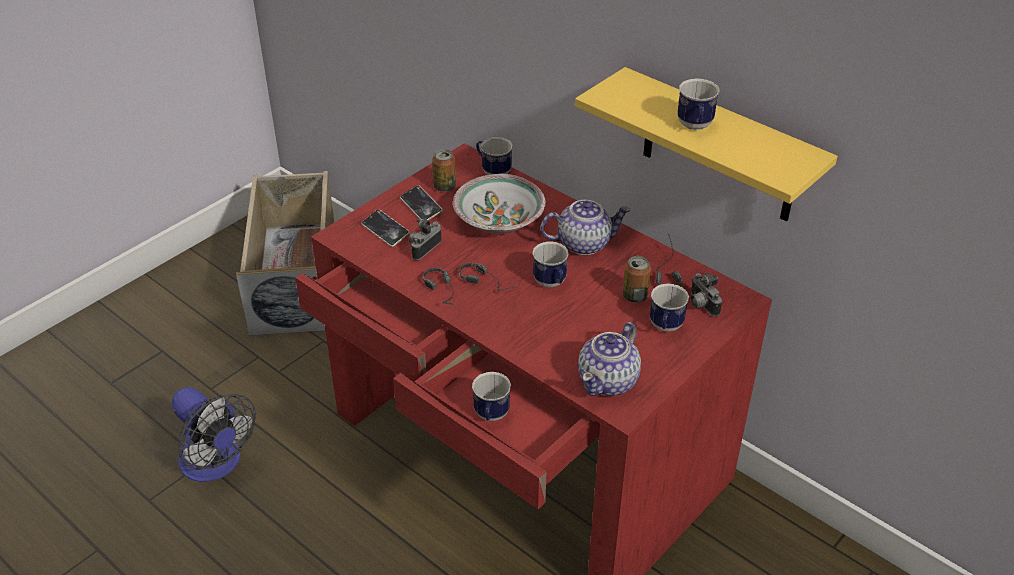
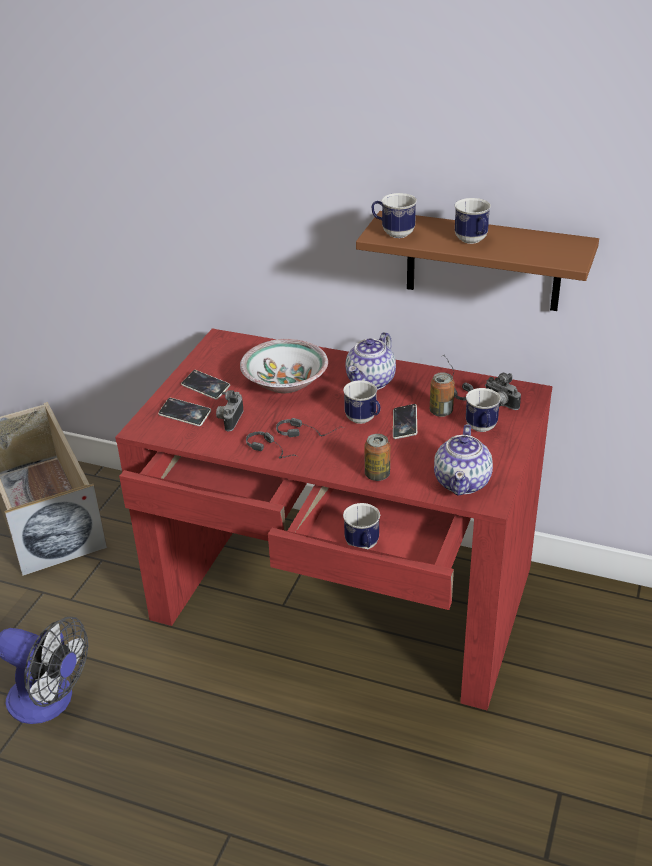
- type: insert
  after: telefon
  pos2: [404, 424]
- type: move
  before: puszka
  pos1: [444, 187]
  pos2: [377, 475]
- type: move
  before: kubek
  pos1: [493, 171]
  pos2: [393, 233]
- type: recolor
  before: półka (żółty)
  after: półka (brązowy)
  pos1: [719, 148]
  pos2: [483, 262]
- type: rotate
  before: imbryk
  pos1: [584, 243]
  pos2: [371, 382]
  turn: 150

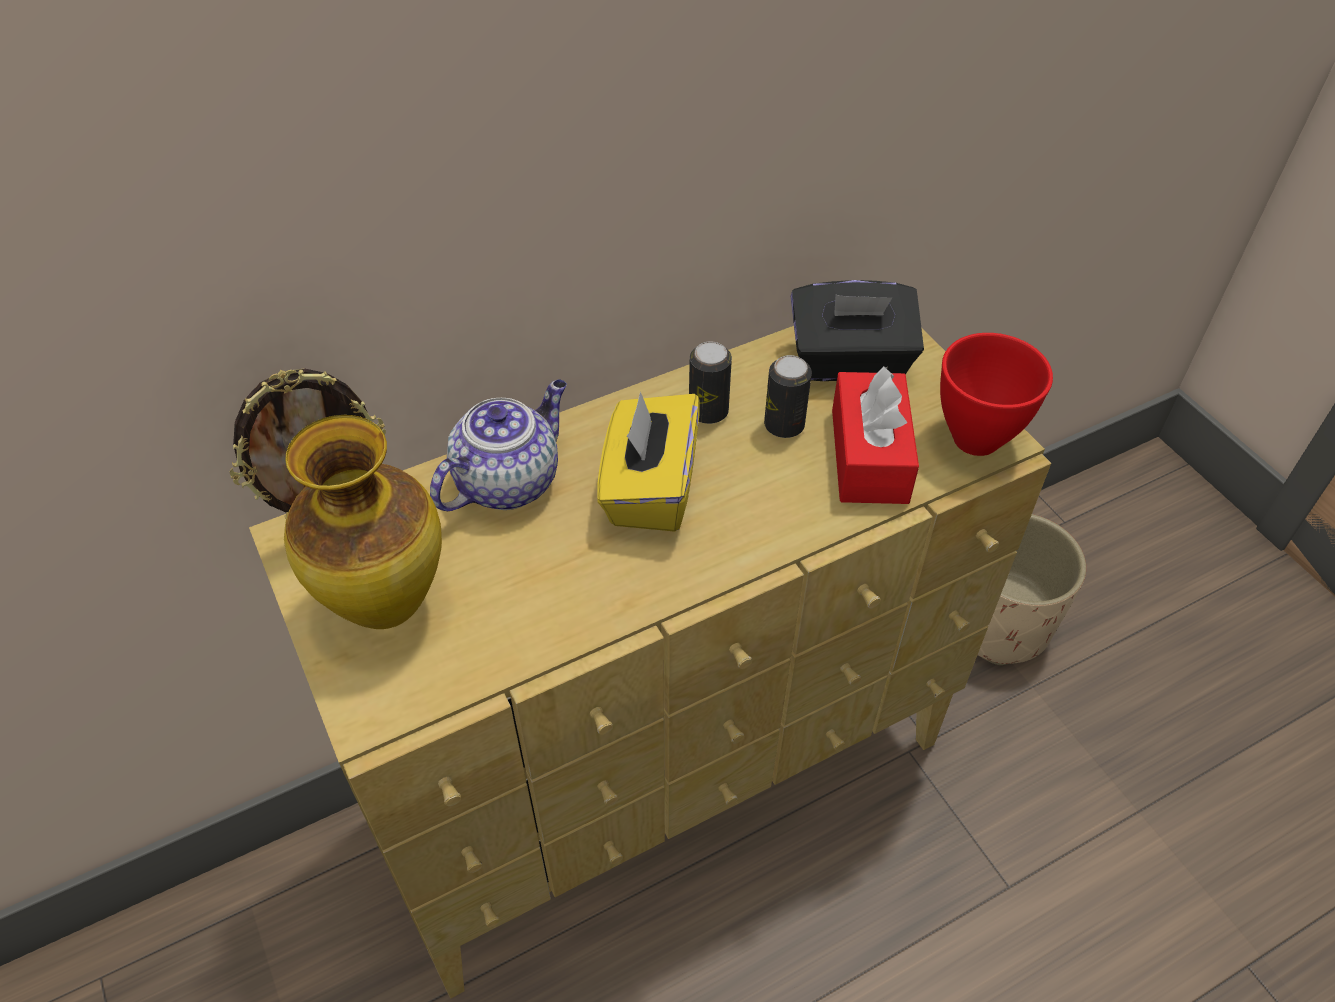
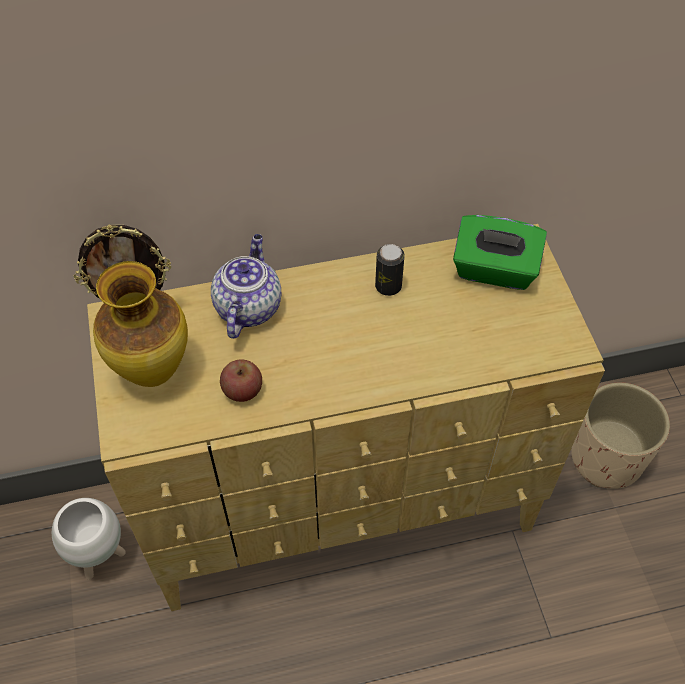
- type: delete
  before: pudełko chusteczek (żółty)
  pos1: [649, 489]
- type: delete
  before: puszka
  pos1: [784, 425]
- type: delete
  before: pudełko chusteczek (czerwony)
  pos1: [869, 455]
- type: delete
  before: miska (czerwony)
  pos1: [978, 440]
- type: insert
  after: donica (biały)
  pos2: [100, 557]
- type: insert
  after: jabłko
  pos2: [242, 390]
- type: recolor
  before: pudełko chusteczek (czarny)
  after: pudełko chusteczek (zielony)
  pos1: [850, 362]
  pos2: [494, 271]
- type: rotate
  before: imbryk
  pos1: [508, 480]
  pos2: [248, 307]
  turn: -45

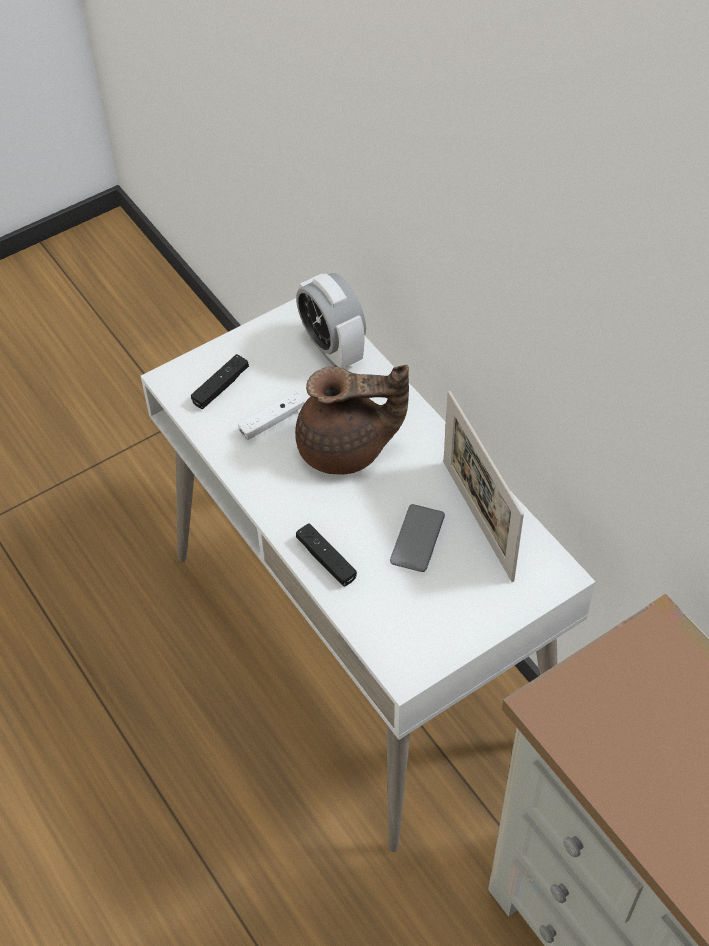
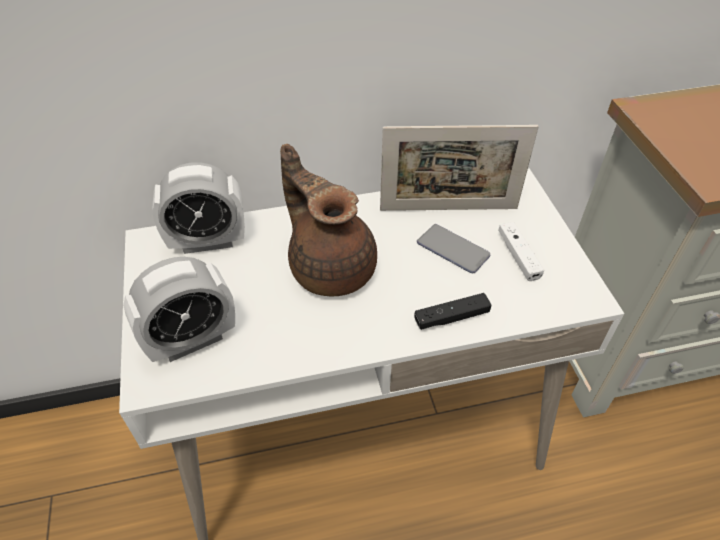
- type: move
  before: pad do gier (biały)
  pos1: [272, 421]
  pos2: [518, 256]
- type: replace
  before: pad do gier (czarny)
  after: budzik
  pos1: [221, 387]
  pos2: [192, 340]
- type: rotate
  before: imbryk (brązowy)
  pos1: [346, 448]
  pos2: [330, 266]
  turn: -60

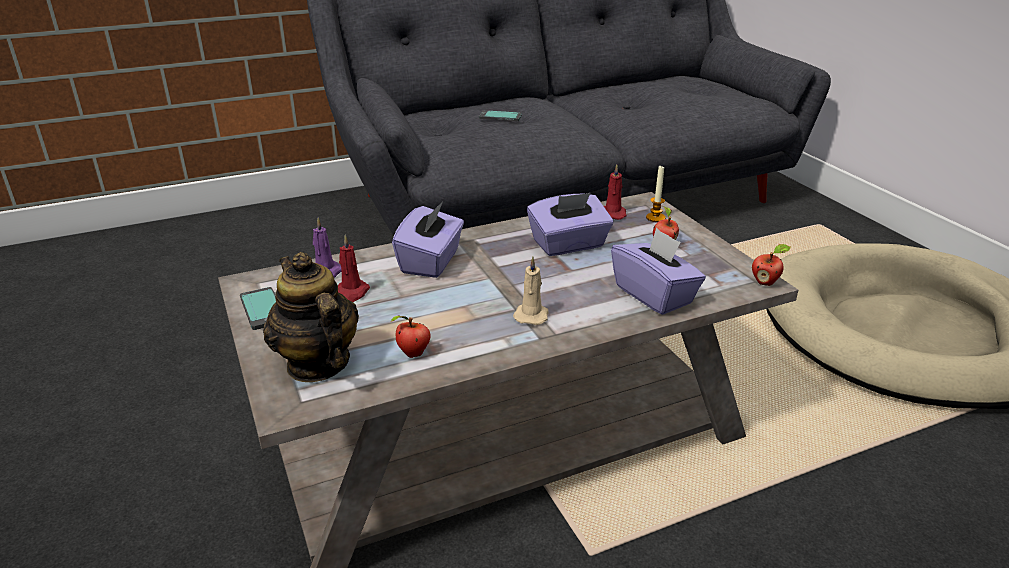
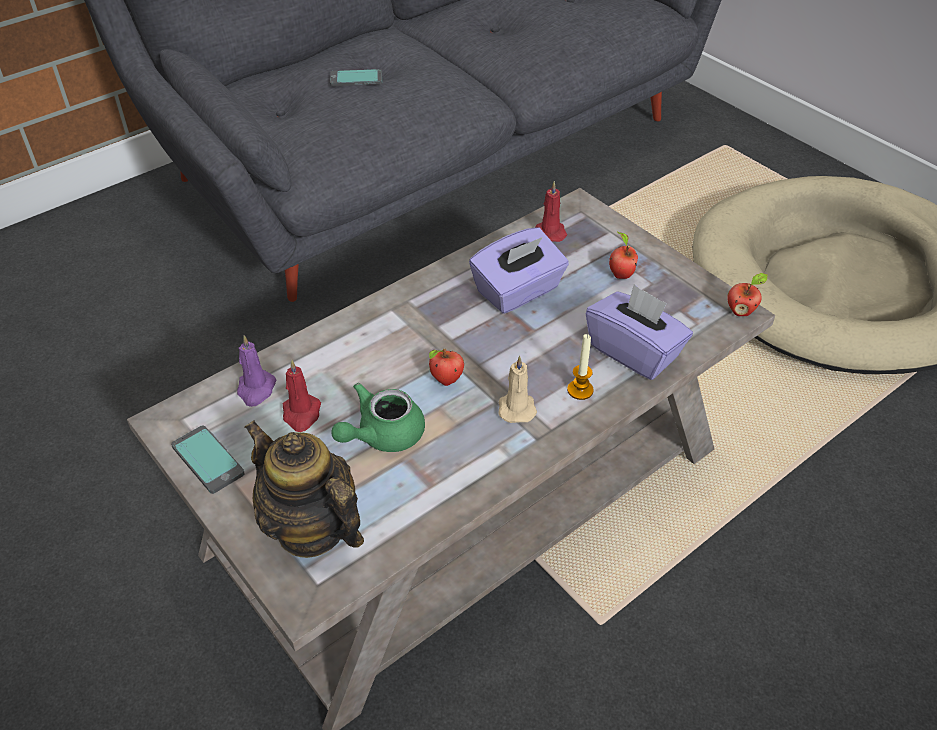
- type: delete
  before: pudełko chusteczek (fioletowy)
  pos1: [431, 261]
- type: insert
  after: imbryk (zielony)
  pos2: [382, 435]
- type: move
  before: jabłko
  pos1: [412, 354]
  pos2: [446, 381]
- type: move
  before: świeca
  pos1: [655, 218]
  pos2: [580, 390]

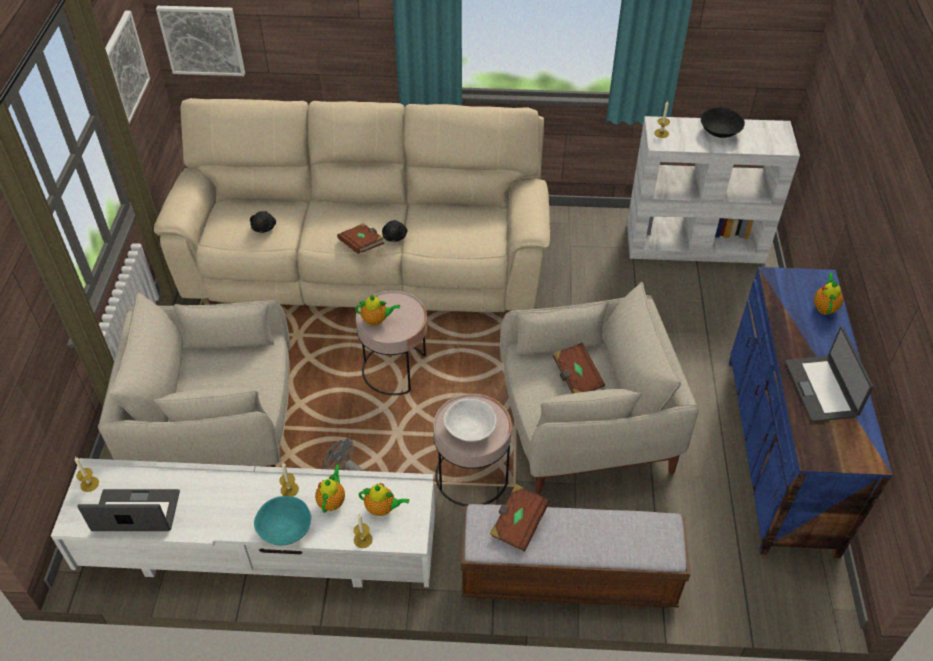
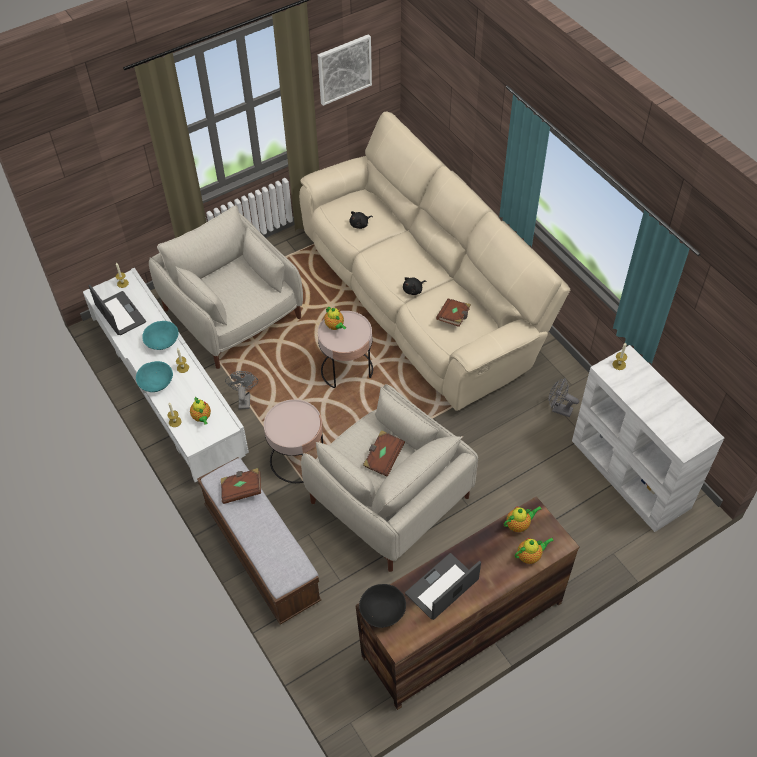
- type: delete
  before: obraz
  pos1: [202, 40]
- type: delete
  before: miska (biały)
  pos1: [470, 429]
- type: insert
  after: miska (turkusowy)
  pos2: [162, 342]
- type: insert
  after: wentylator (szary)
  pos2: [558, 409]
- type: move
  before: imbryk
  pos1: [332, 500]
  pos2: [519, 525]
- type: move
  before: książka (brązowy)
  pos1: [362, 245]
  pos2: [454, 317]
- type: move
  before: miska (czarny)
  pos1: [720, 132]
  pos2: [382, 611]
- type: recolor
  before: szafka (niebieski)
  after: szafka (brązowy)
  pos1: [778, 454]
  pos2: [460, 629]

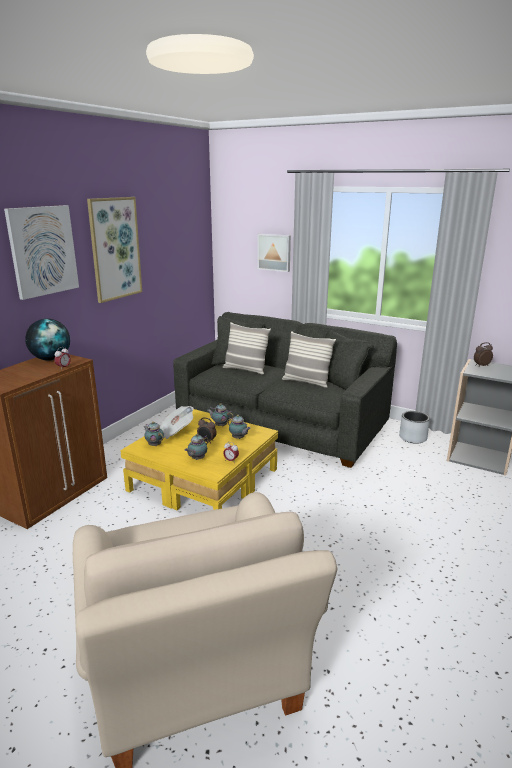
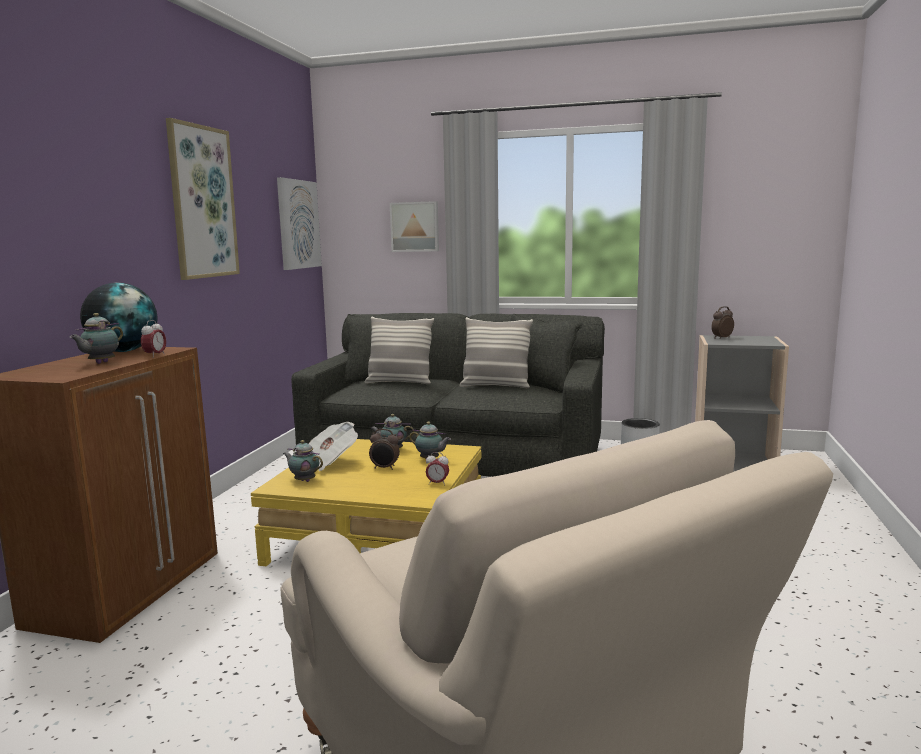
- type: move
  before: obraz
  pos1: [43, 251]
  pos2: [298, 224]
- type: move
  before: imbryk
  pos1: [197, 459]
  pos2: [100, 363]

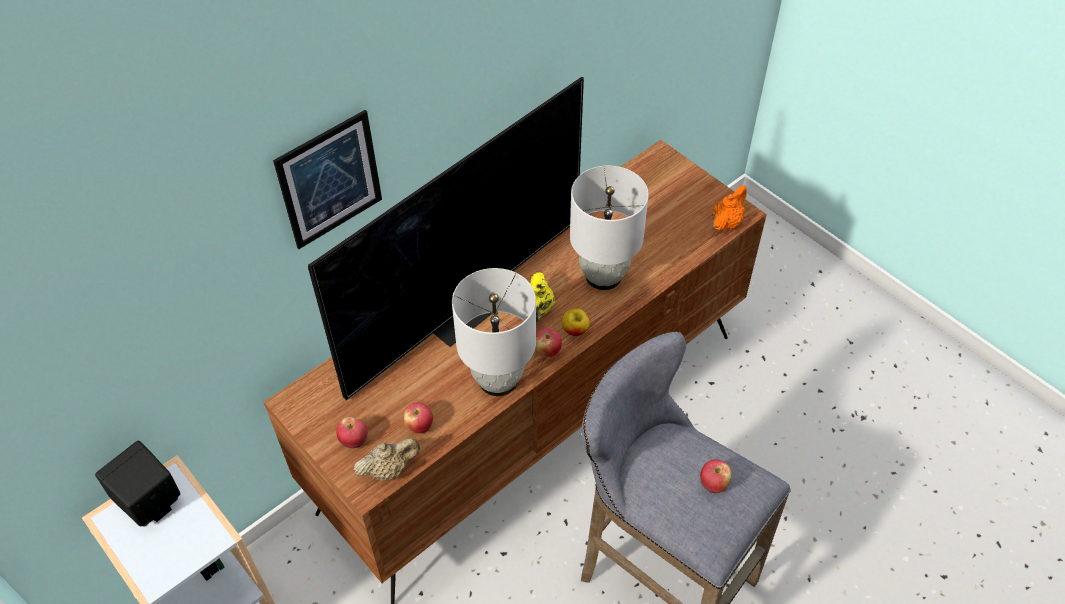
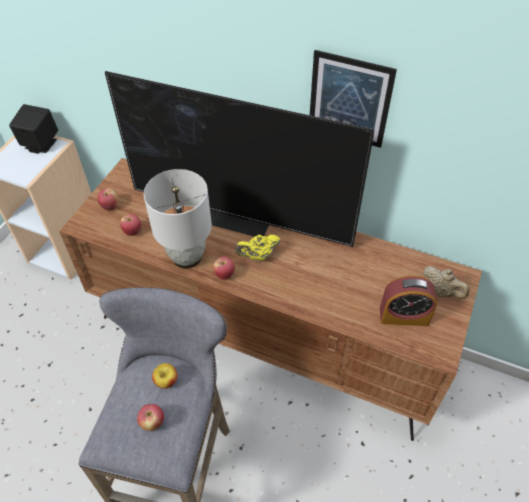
- type: delete
  before: lampa stołowa (biały)
  pos1: [604, 276]
- type: delete
  before: imbryk (pomarańczowy)
  pos1: [726, 222]
- type: insert
  after: budzik
  pos2: [404, 316]
- type: move
  before: obraz
  pos1: [330, 180]
  pos2: [349, 100]
- type: move
  before: imbryk (beżowy)
  pos1: [389, 469]
  pos2: [441, 291]
- type: move
  before: jabłko
  pos1: [575, 329]
  pos2: [166, 381]

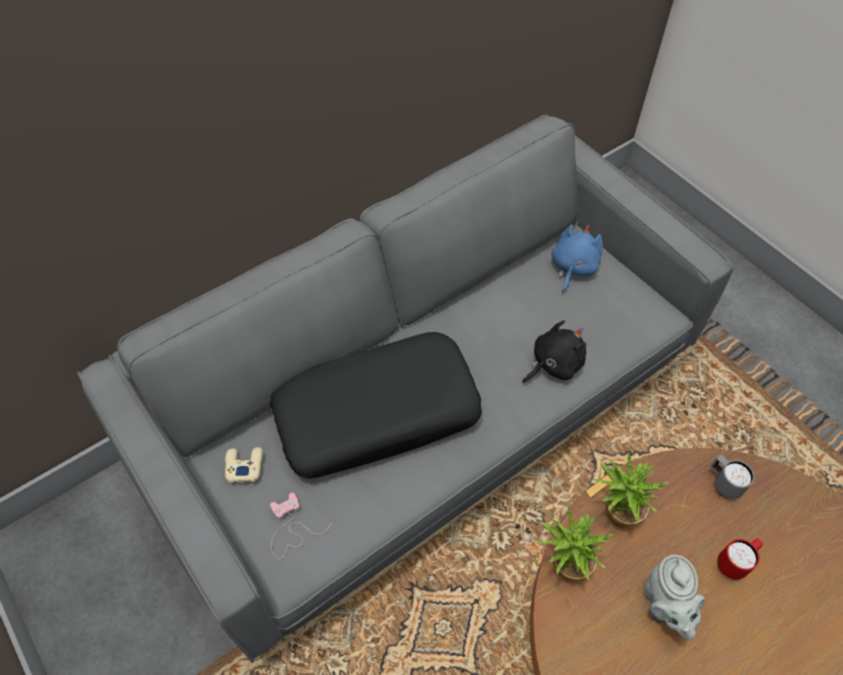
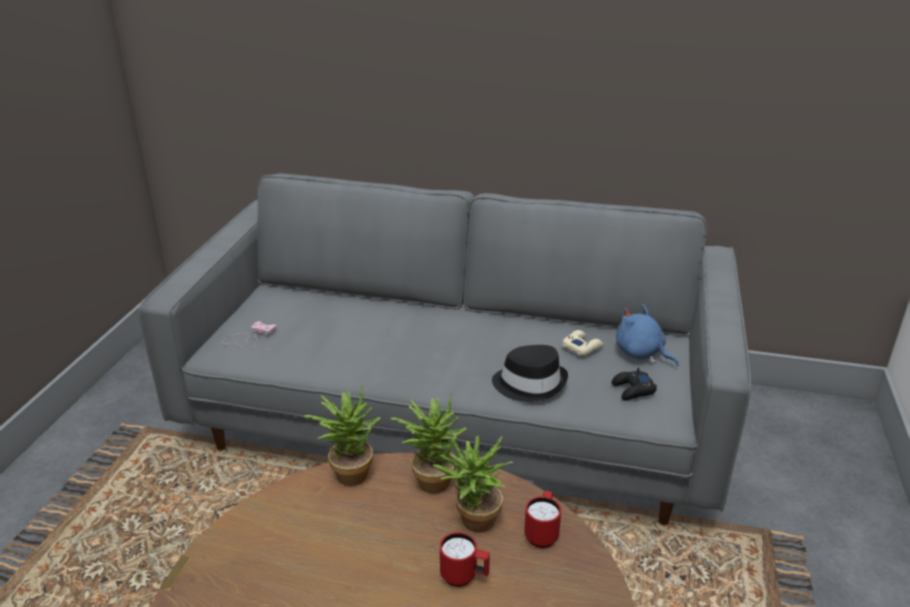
- type: delete
  before: poduszka (czarny)
  pos1: [377, 413]
- type: delete
  before: imbryk (szary)
  pos1: [664, 606]
- type: insert
  after: roślina doniczkowa
  pos2: [472, 523]
- type: insert
  after: pad do gier (czarny)
  pos2: [633, 390]
- type: move
  before: pad do gier (beżowy)
  pos1: [244, 466]
  pos2: [582, 347]
- type: replace
  before: pluszak (czarny)
  after: kapelusz (czarny)
  pos1: [553, 364]
  pos2: [530, 383]
- type: recolor
  before: kubek (szary)
  after: kubek (czerwony)
  pos1: [723, 483]
  pos2: [542, 533]
- type: rotate
  before: pluszak (niebieski)
  pos1: [573, 267]
  pos2: [641, 353]
  turn: -120

